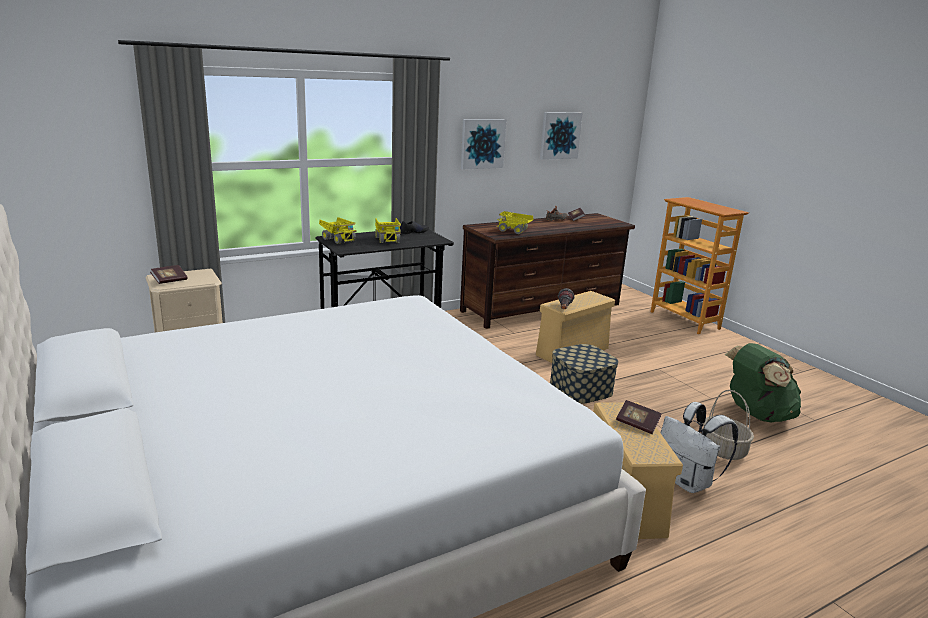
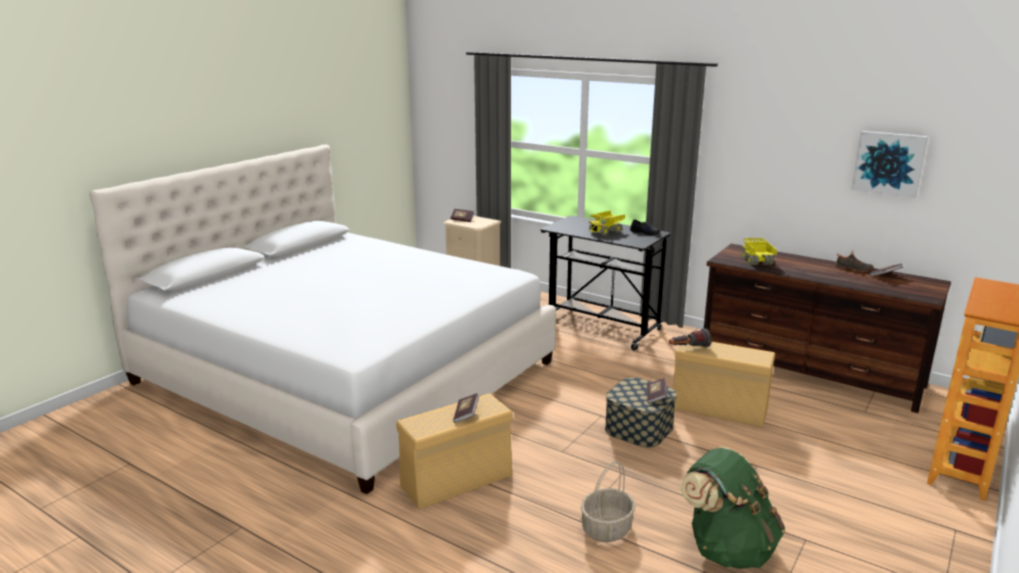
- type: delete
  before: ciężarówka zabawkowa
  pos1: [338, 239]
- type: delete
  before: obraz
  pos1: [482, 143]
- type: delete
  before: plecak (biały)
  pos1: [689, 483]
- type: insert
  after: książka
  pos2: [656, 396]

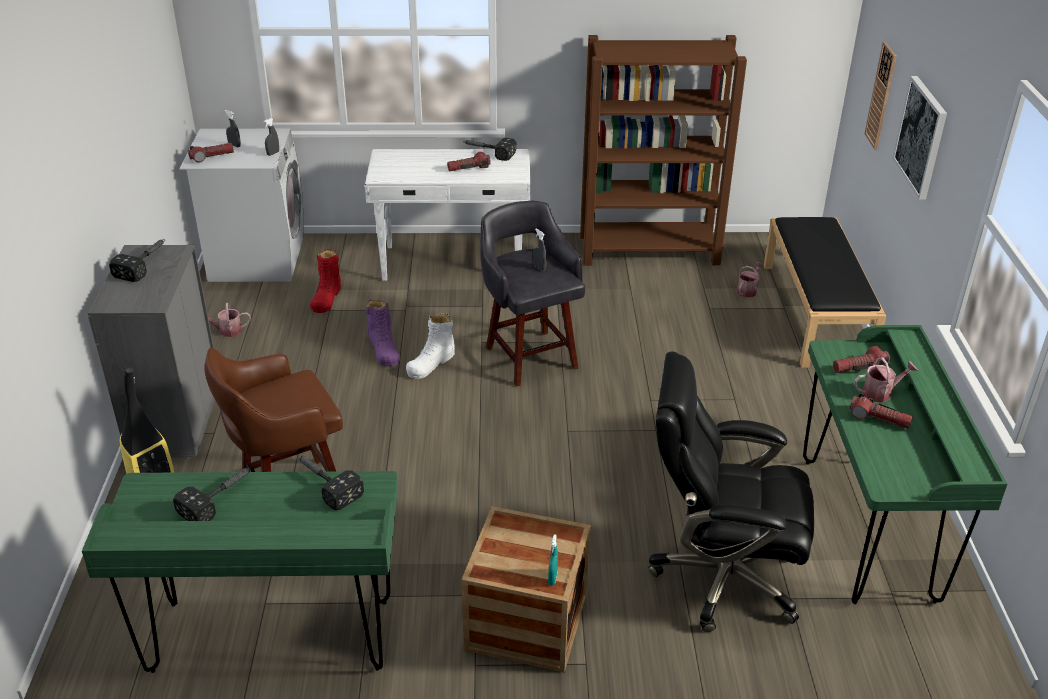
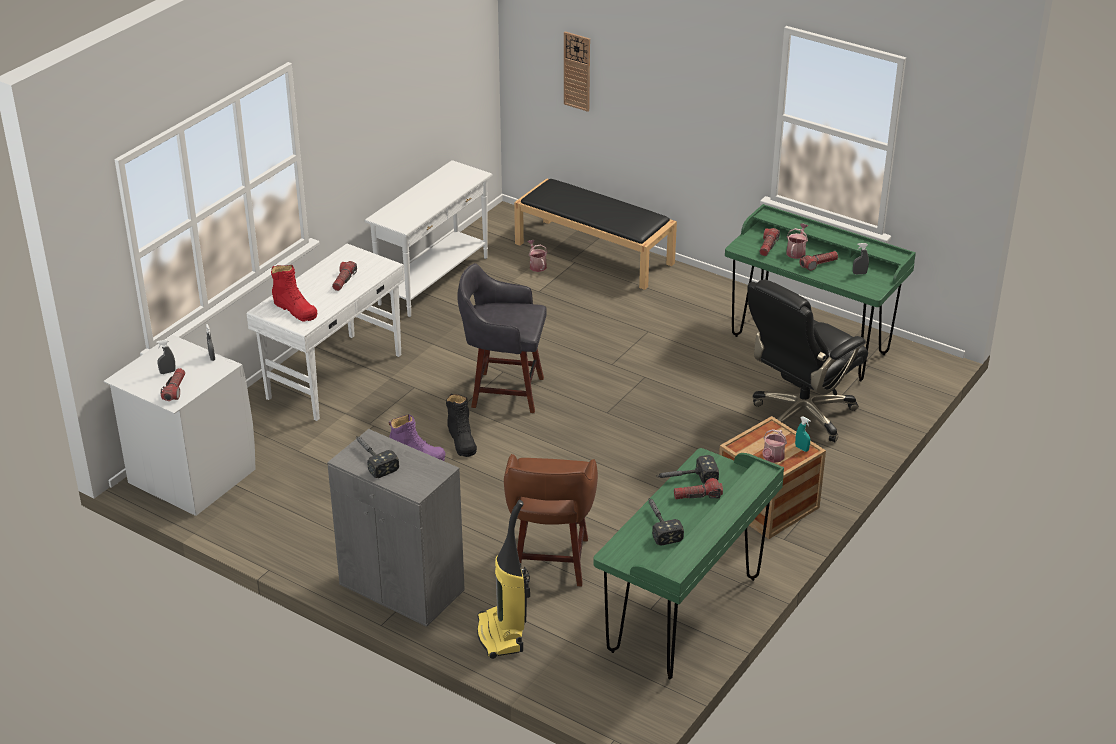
- type: delete
  before: młotek
  pos1: [487, 152]
- type: delete
  before: obraz
  pos1: [921, 137]
- type: insert
  after: latarka
  pos2: [698, 496]
- type: move
  before: konewka
  pos1: [227, 331]
  pos2: [772, 458]
- type: move
  before: but z cholewką (czerwony)
  pos1: [326, 298]
  pos2: [295, 309]
- type: move
  before: spryskiwacz (szary)
  pos1: [539, 267]
  pos2: [859, 273]
- type: replace
  before: regał (brązowy)
  after: stolik konsolowy (biały)
  pos1: [649, 249]
  pos2: [433, 280]
- type: recolor
  before: but z cholewką (biały)
  after: but z cholewką (czarny)
  pos1: [431, 363]
  pos2: [461, 440]

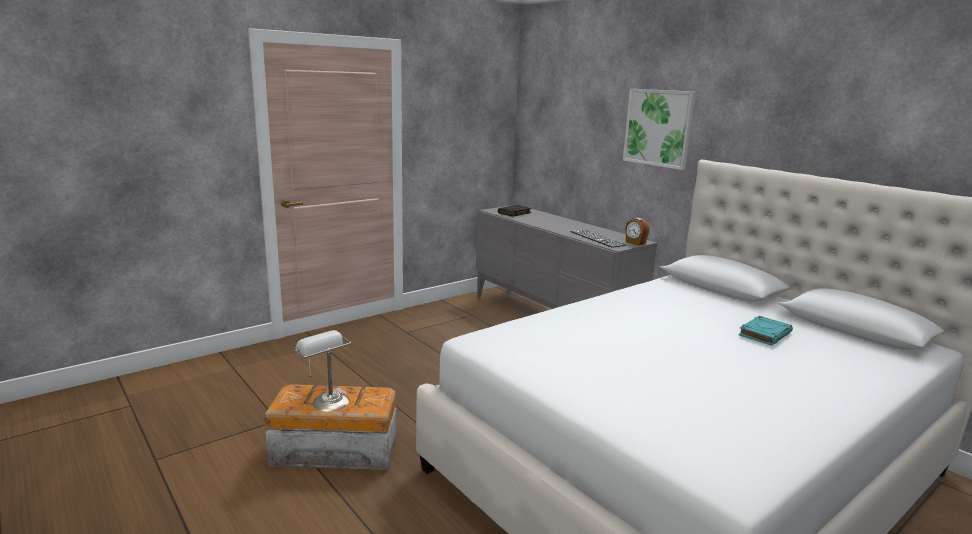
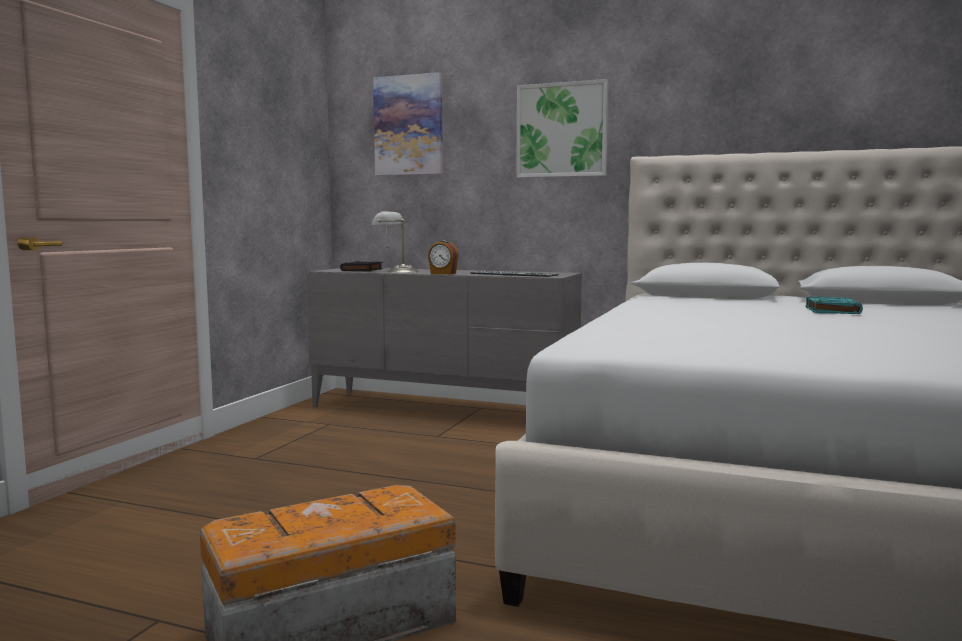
- type: insert
  after: obraz
  pos2: [409, 125]
- type: move
  before: lampa stołowa (biały)
  pos1: [326, 399]
  pos2: [396, 271]
- type: move
  before: budzik
  pos1: [635, 243]
  pos2: [443, 274]

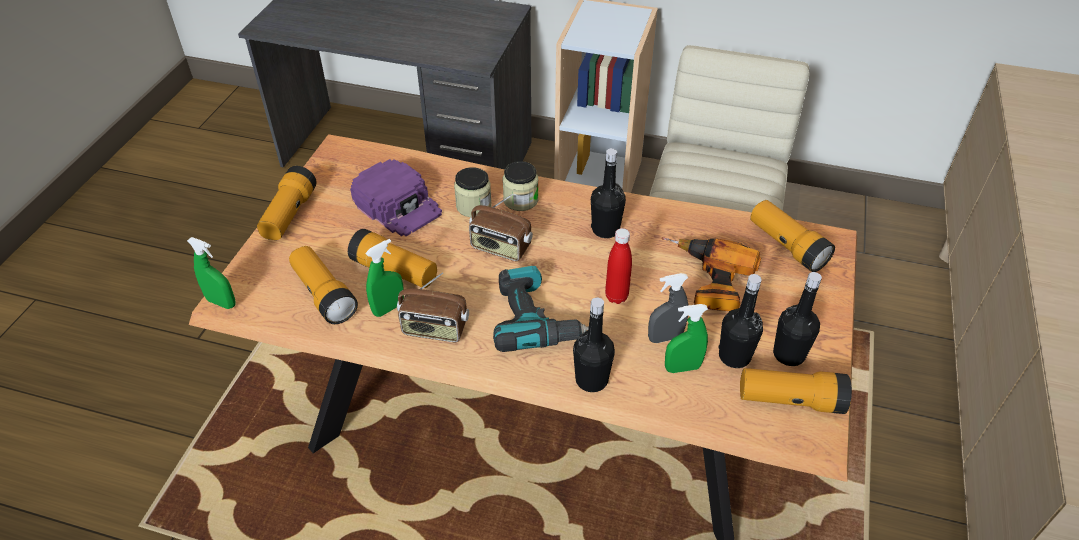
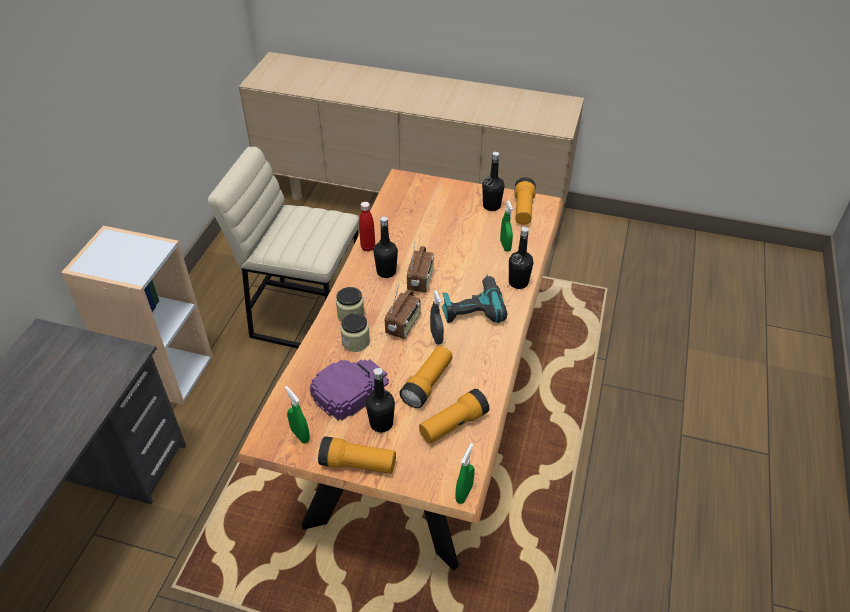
- type: delete
  before: wiertarka
  pos1: [708, 281]
- type: delete
  before: latarka
  pos1: [787, 246]
- type: move
  before: spryskiwacz (zielony)
  pos1: [388, 308]
  pos2: [300, 435]
- type: move
  before: radio
  pos1: [434, 330]
  pos2: [421, 281]
- type: move
  before: butelka (czerwony)
  pos1: [616, 296]
  pos2: [368, 247]
- type: move
  before: spryskiwacz (szary)
  pos1: [665, 337]
  pos2: [436, 337]
- type: move
  before: butelka (czarny)
  pos1: [734, 356]
  pos2: [381, 423]

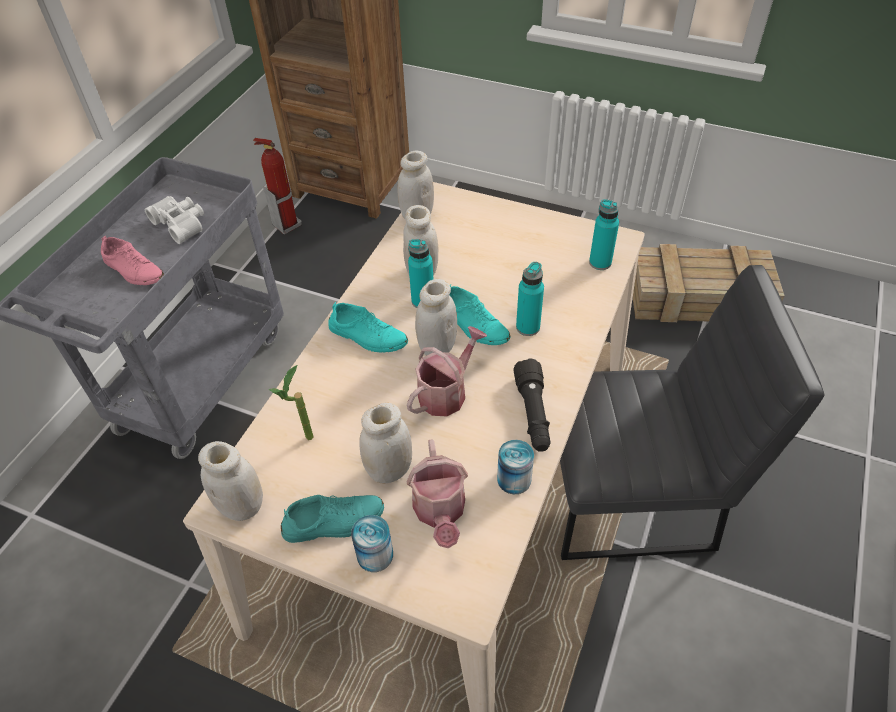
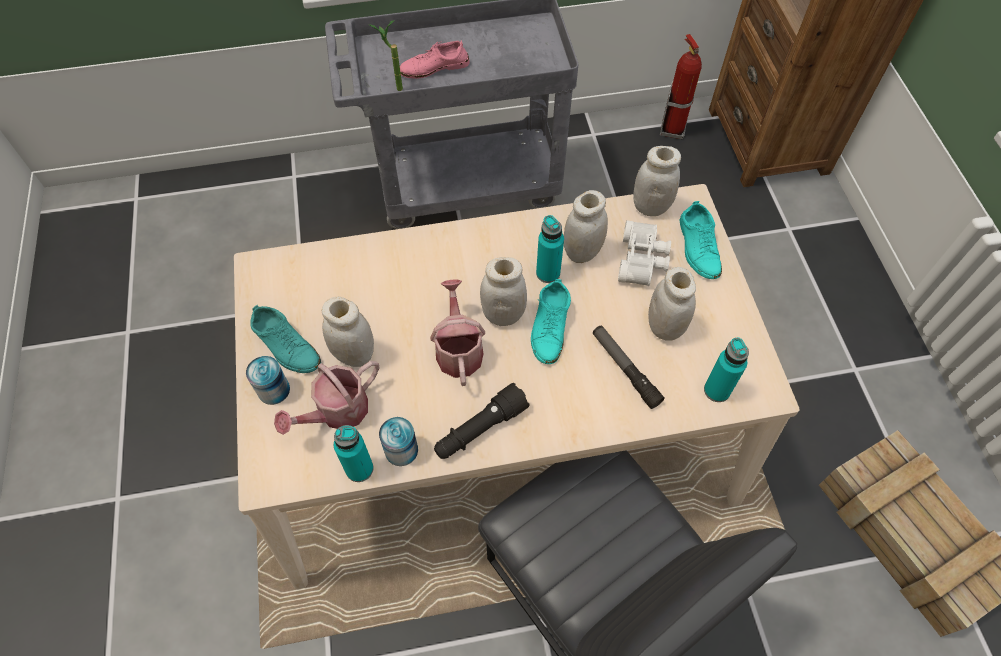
- type: insert
  after: latarka
  pos2: [625, 369]
- type: move
  before: lornetka (biały)
  pos1: [181, 224]
  pos2: [643, 260]
- type: move
  before: słoik (biały)
  pos1: [242, 506]
  pos2: [665, 327]
- type: move
  before: roślina doniczkowa
  pos1: [303, 442]
  pos2: [393, 88]
- type: move
  before: but (turkusowy)
  pos1: [367, 336]
  pos2: [698, 247]
- type: move
  before: butelka (turkusowy)
  pos1: [528, 327]
  pos2: [359, 469]
- type: rotate
  before: but (różowy)
  pos1: [134, 270]
  pos2: [434, 67]
  turn: 75
- type: rotate
  before: konewka
  pos1: [446, 392]
  pos2: [458, 349]
  turn: -105

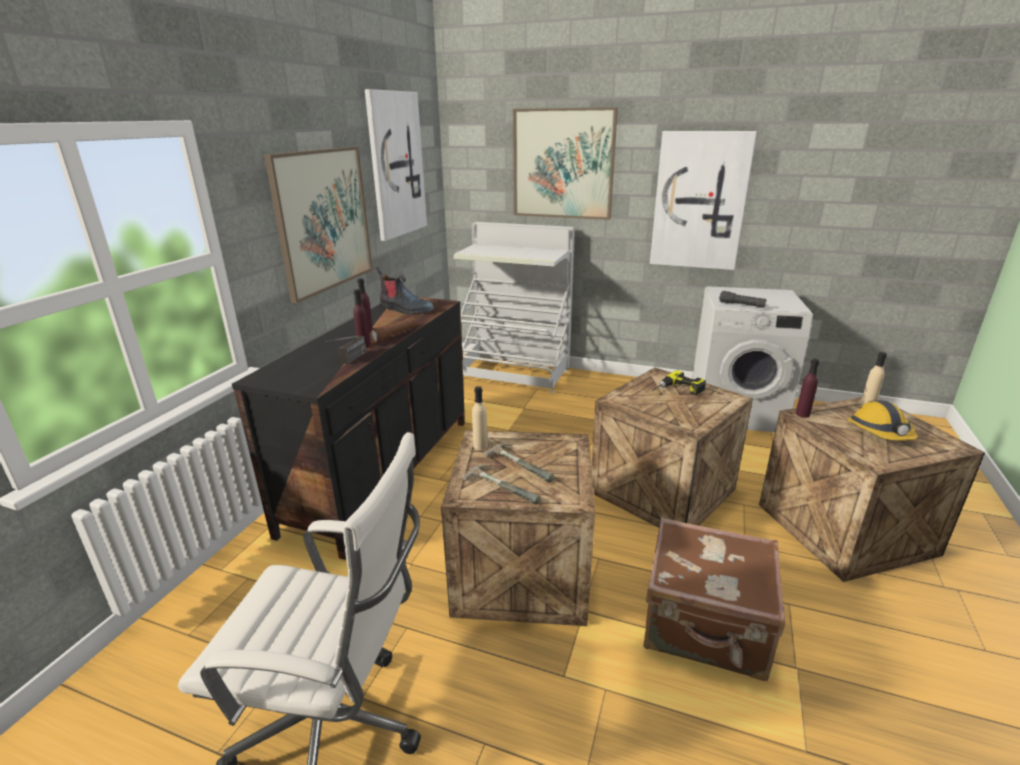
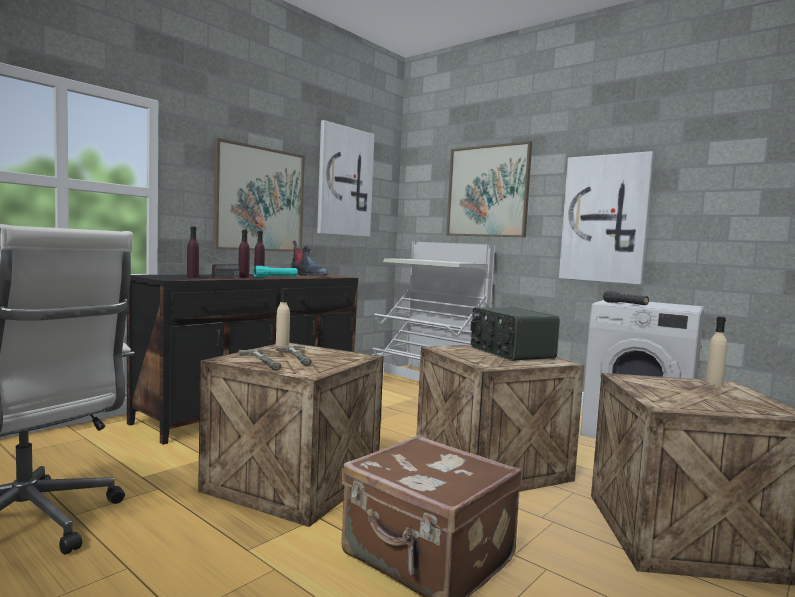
- type: delete
  before: kask
  pos1: [880, 432]
- type: move
  before: butelka (fioletowy)
  pos1: [802, 414]
  pos2: [192, 277]
- type: replace
  before: wiertarka
  after: radio
  pos1: [678, 390]
  pos2: [510, 352]
- type: recolor
  before: latarka (brązowy)
  after: latarka (turkusowy)
  pos1: [395, 335]
  pos2: [275, 277]

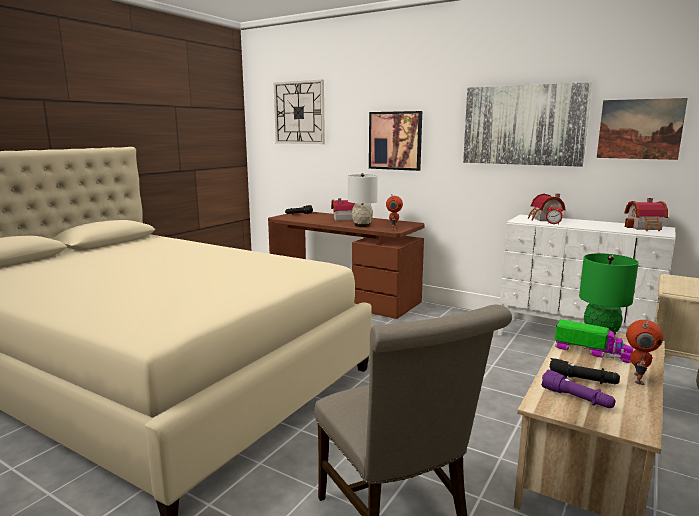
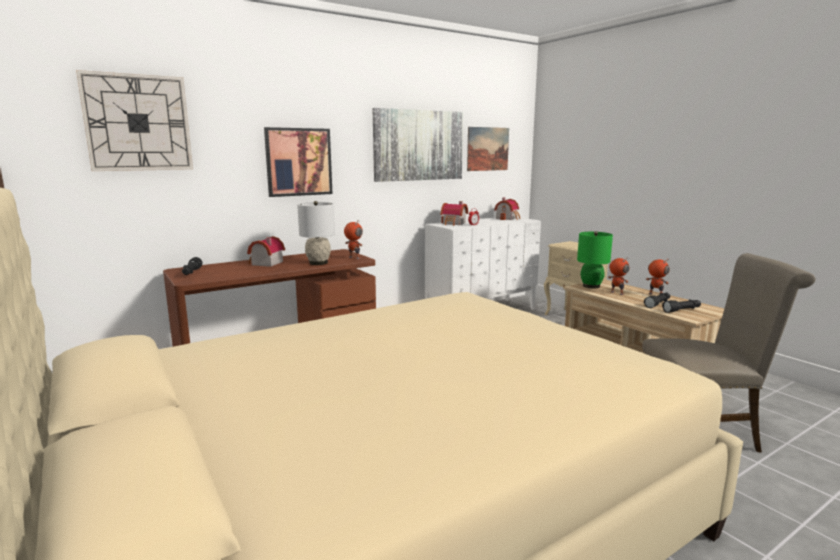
- type: replace
  before: ciężarówka zabawkowa
  after: robot zabawkowy
  pos1: [592, 352]
  pos2: [616, 293]
- type: recolor
  before: latarka (fioletowy)
  after: latarka (czarny)
  pos1: [577, 399]
  pos2: [682, 310]

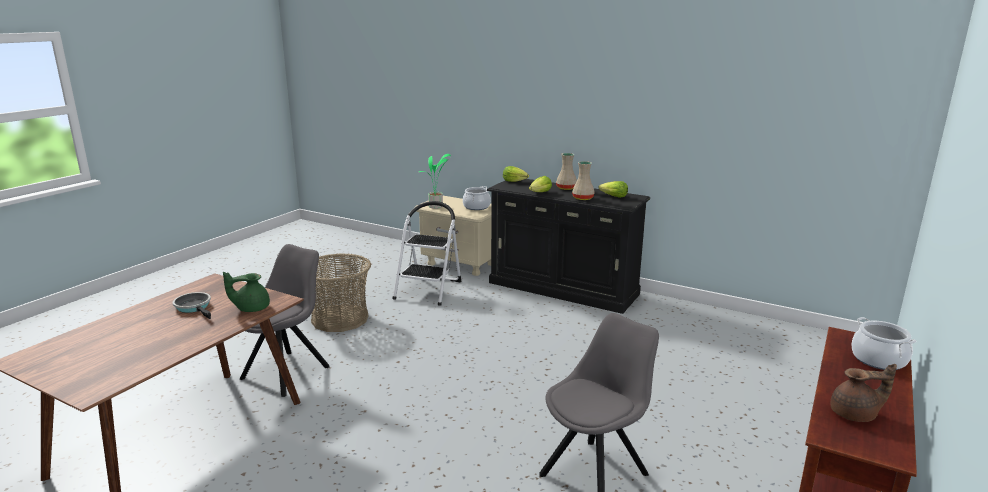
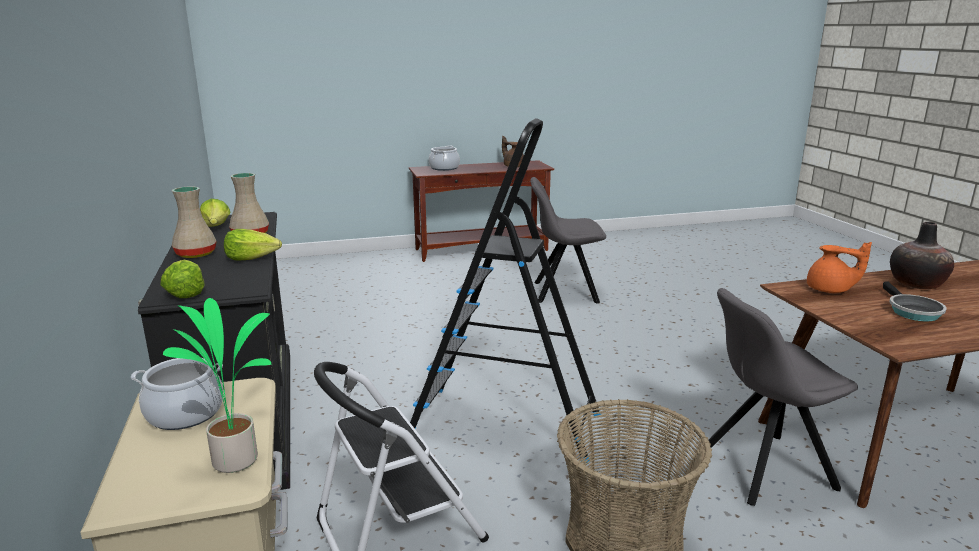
- type: insert
  after: drabinka (czarny)
  pos2: [504, 423]
- type: insert
  after: wazon
  pos2: [916, 284]
- type: recolor
  before: imbryk (zielony)
  after: imbryk (pomarańczowy)
  pos1: [251, 308]
  pos2: [830, 290]

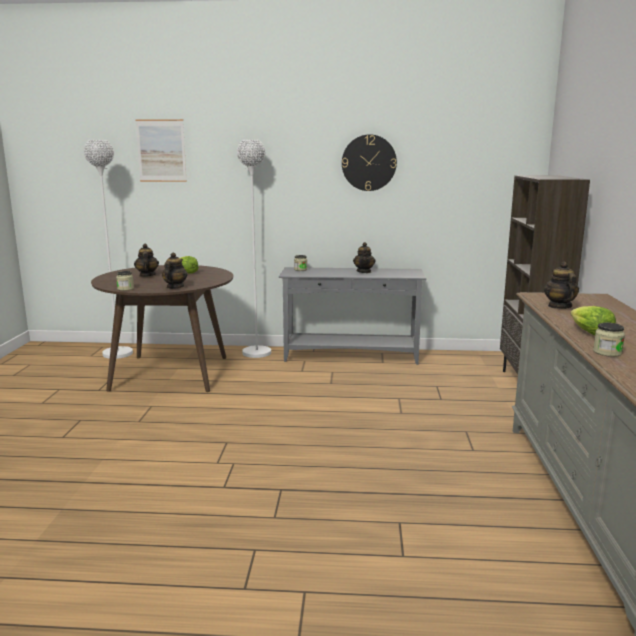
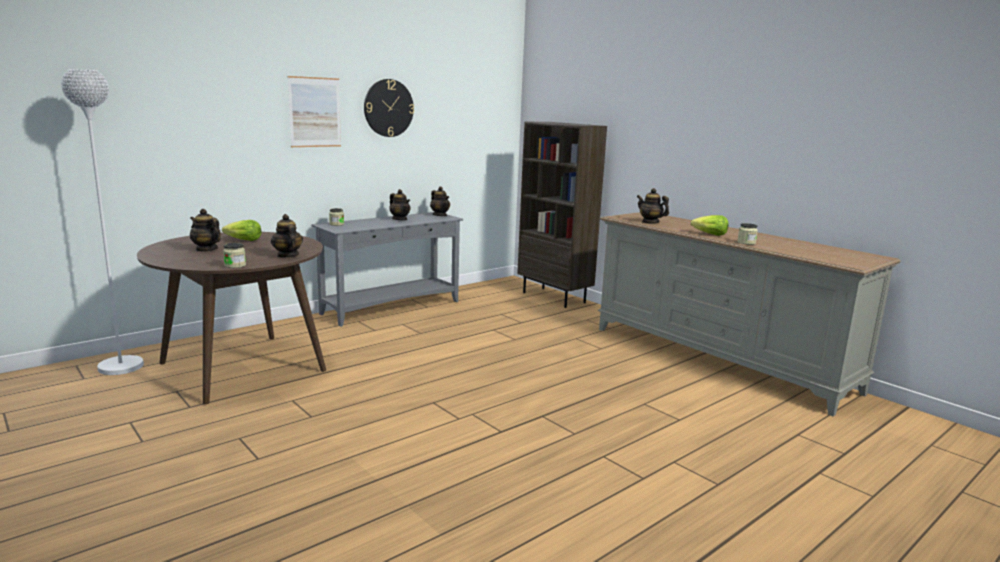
- type: delete
  before: lampa stojąca (biały)
  pos1: [256, 353]
- type: insert
  after: imbryk
  pos2: [440, 215]
- type: move
  before: obraz
  pos1: [161, 151]
  pos2: [315, 112]

